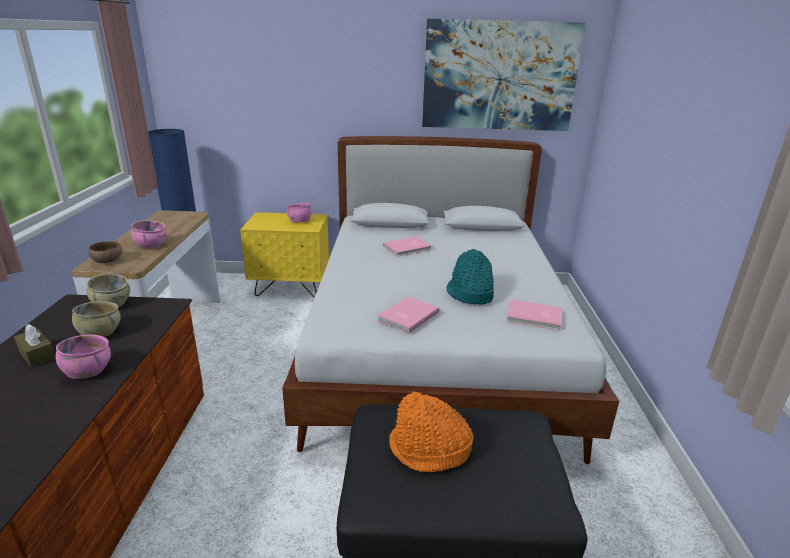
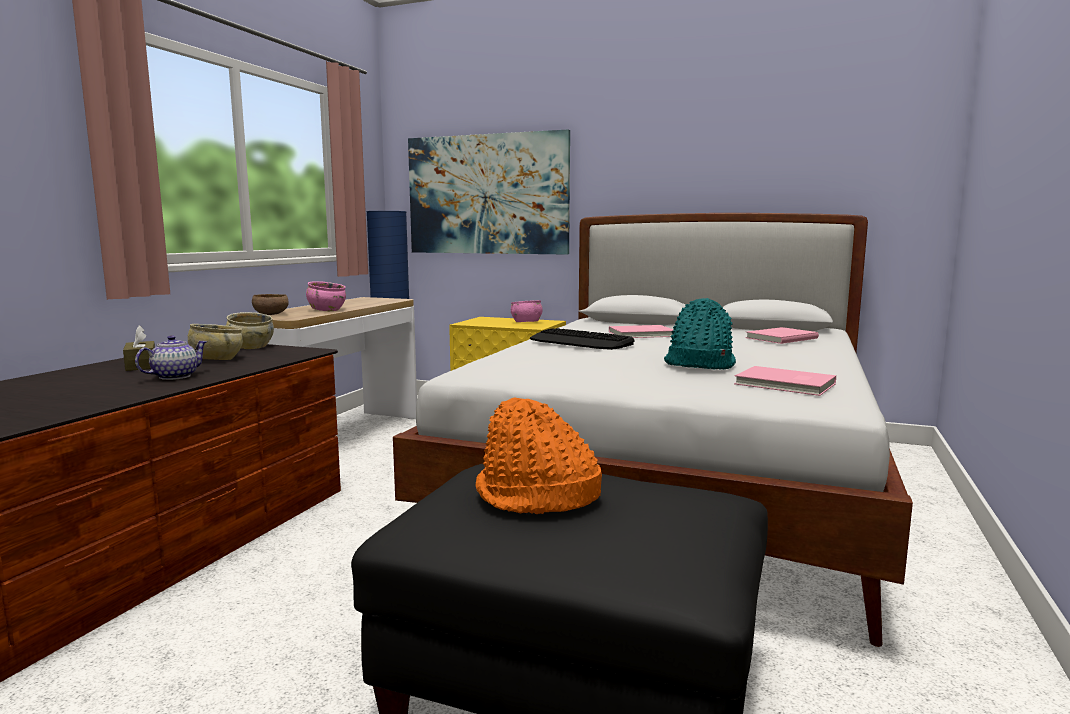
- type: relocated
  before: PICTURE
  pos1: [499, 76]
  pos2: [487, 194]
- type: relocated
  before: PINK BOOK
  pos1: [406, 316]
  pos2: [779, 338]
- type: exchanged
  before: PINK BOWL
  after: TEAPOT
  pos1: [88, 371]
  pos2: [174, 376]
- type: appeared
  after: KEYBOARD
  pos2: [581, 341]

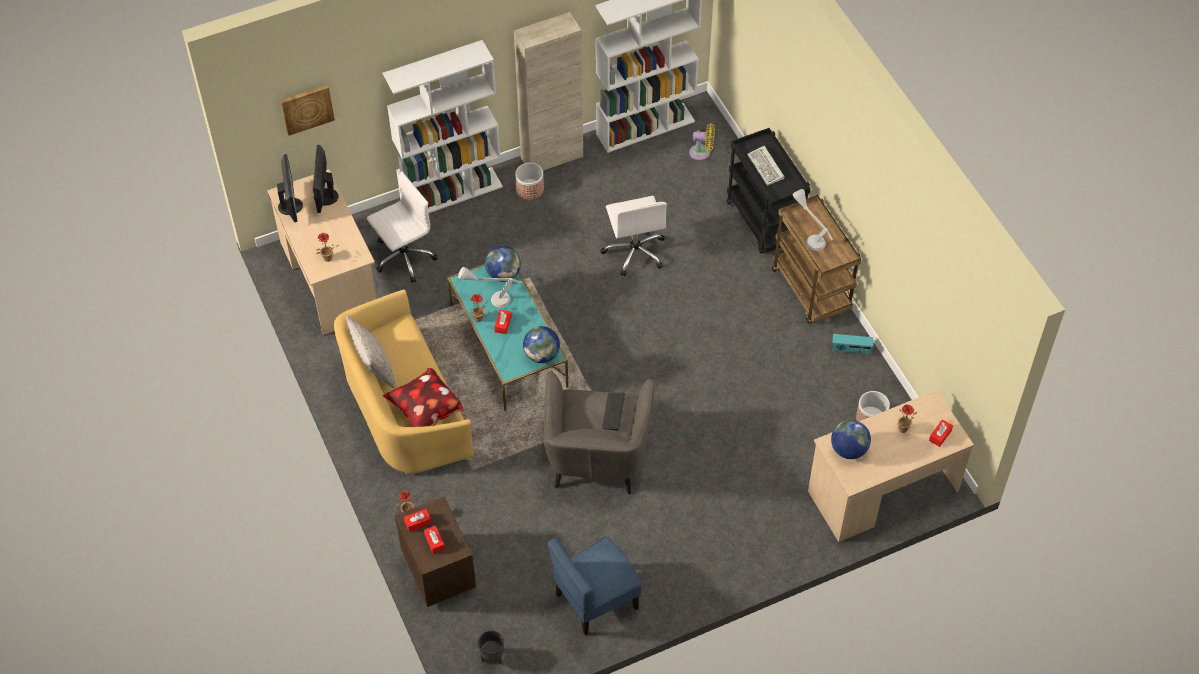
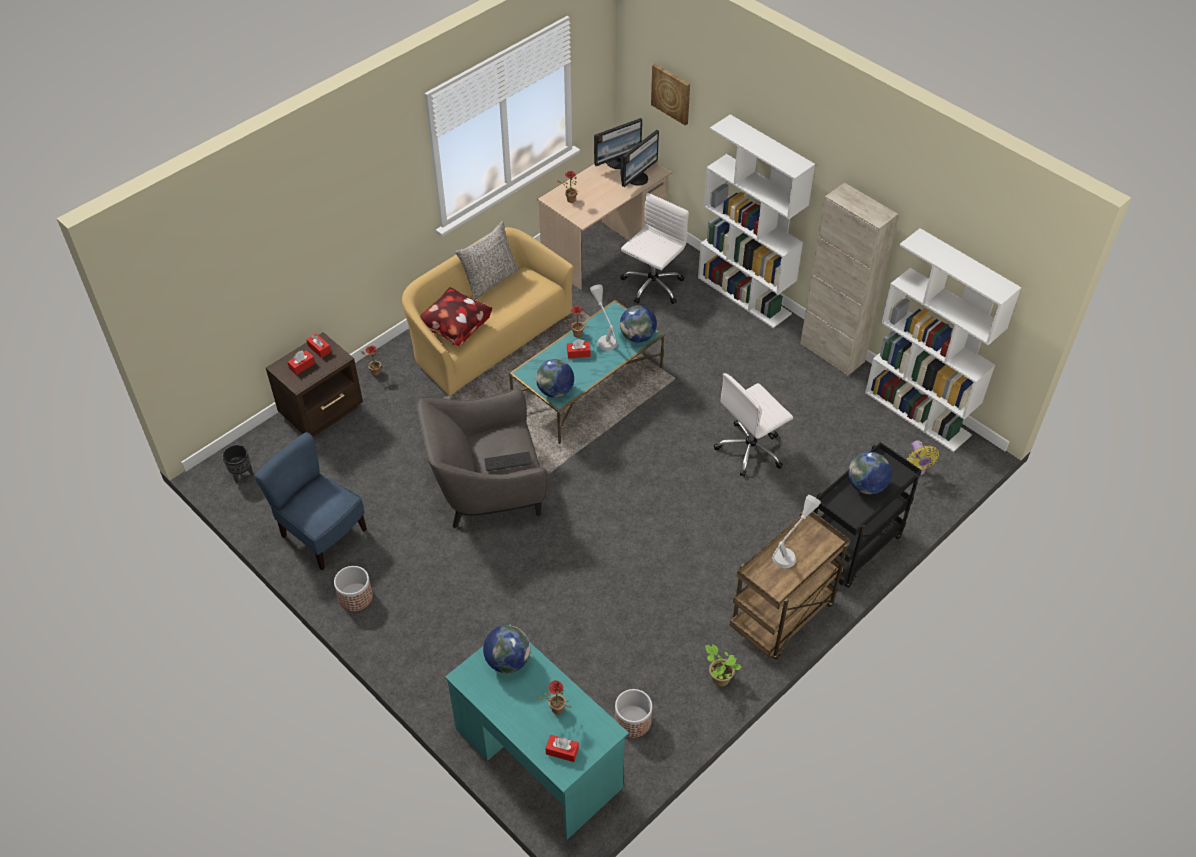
- type: spun
  before: MONITOR
  pos1: [325, 197]
  pos2: [637, 178]
  turn: 150
- type: exchanged
  before: KEYBOARD
  after: GLOBE
  pos1: [766, 167]
  pos2: [866, 486]
- type: relocated
  before: PLANTER
  pos1: [530, 189]
  pos2: [355, 597]
- type: spun
  before: WHITE OFFICE CHAIR
  pos1: [403, 257]
  pos2: [652, 286]
  turn: -90
- type: exchanged
  before: RADIO
  after: POTTED PLANT
  pos1: [851, 350]
  pos2: [719, 678]
- type: colour
  before: BEIGE DESK
  after: TURQUOISE DESK
  pos1: [882, 491]
  pos2: [538, 758]

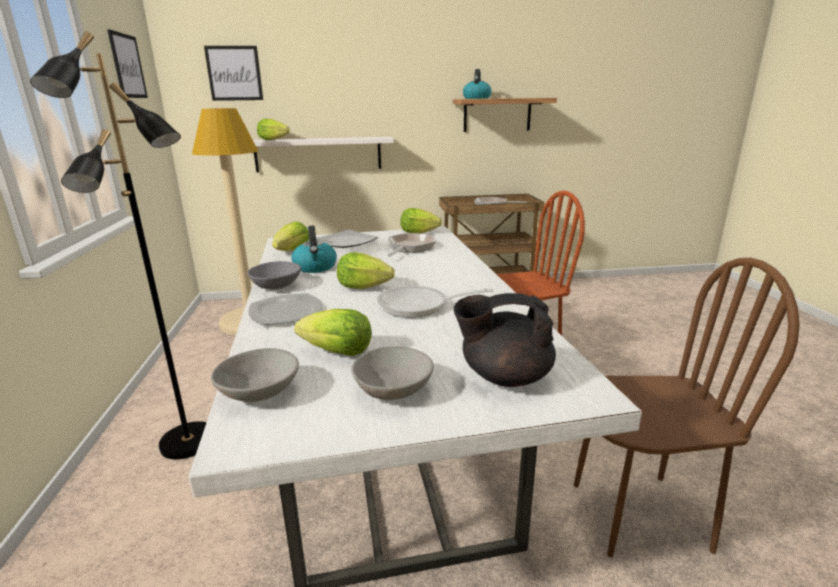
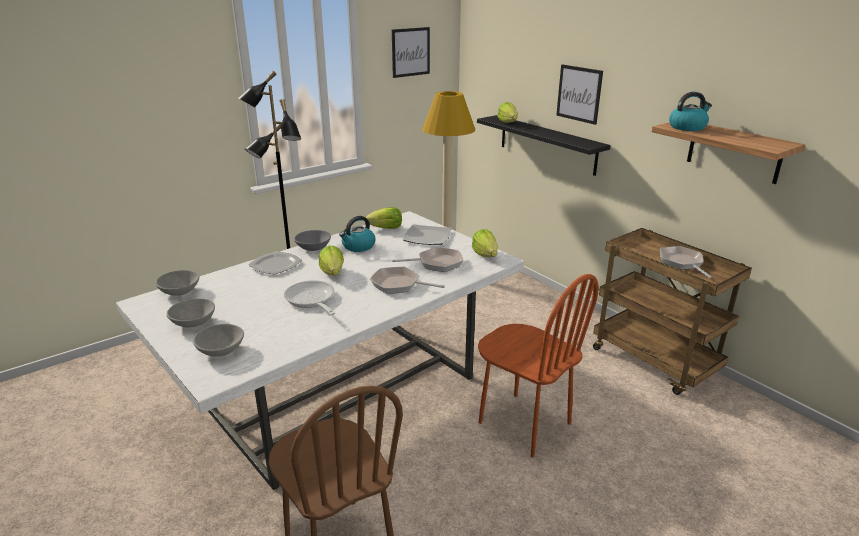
- type: relocated
  before: PICTURE
  pos1: [234, 73]
  pos2: [579, 94]
- type: colour
  before: WHITE SHELF
  after: BLACK SHELF
  pos1: [318, 154]
  pos2: [547, 144]
- type: exchanged
  before: BLACK TEAPOT
  after: GREY BOWL
  pos1: [504, 377]
  pos2: [221, 350]
- type: missing
  before: LETTUCE
  pos1: [338, 352]
- type: appeared
  after: FRYING PAN
  pos2: [399, 284]

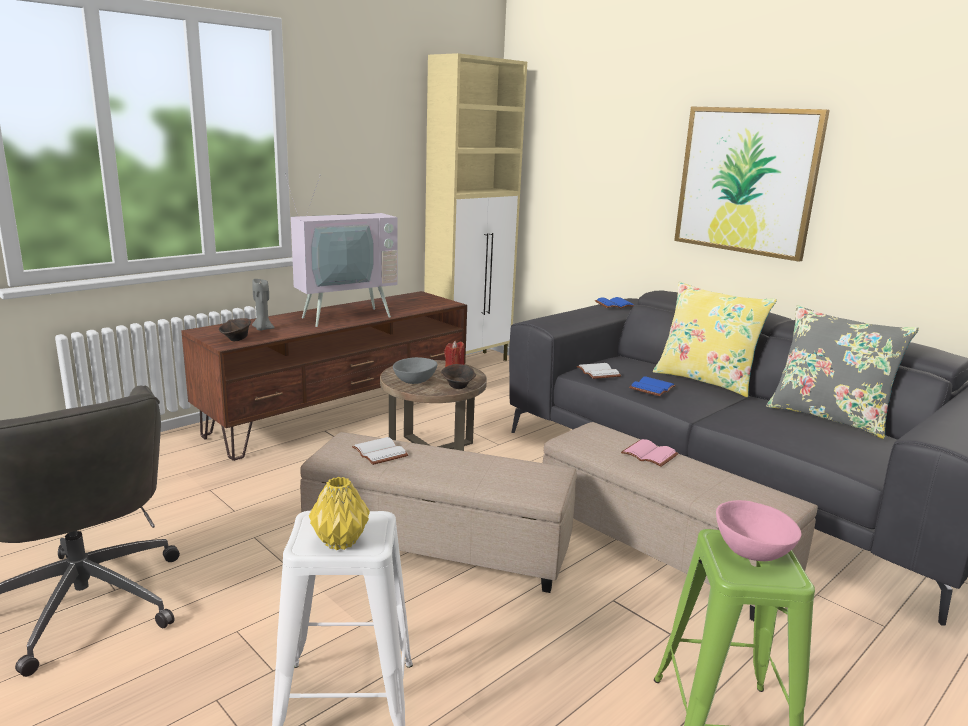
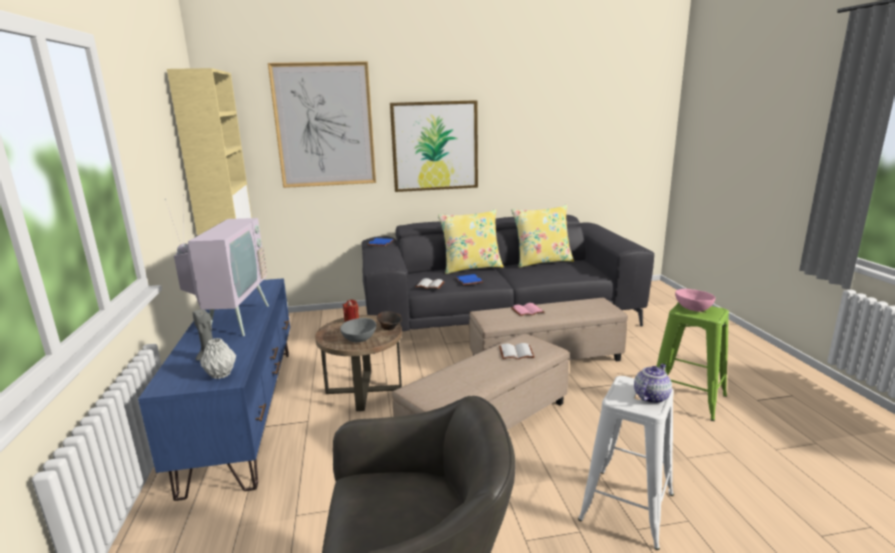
- type: colour
  before: BROWN TV STAND
  after: BLUE TV STAND
  pos1: [340, 413]
  pos2: [244, 410]
- type: colour
  before: GREY PILLOW
  after: YELLOW PILLOW
  pos1: [828, 417]
  pos2: [542, 262]
- type: exchanged
  before: BROWN BOWL
  after: GREY VASE
  pos1: [236, 340]
  pos2: [221, 374]
- type: relocated
  before: WHITE BOOK
  pos1: [381, 452]
  pos2: [516, 352]
- type: exchanged
  before: YELLOW VASE
  after: TEAPOT
  pos1: [341, 542]
  pos2: [651, 396]
- type: appeared
  after: PICTURE
  pos2: [324, 125]

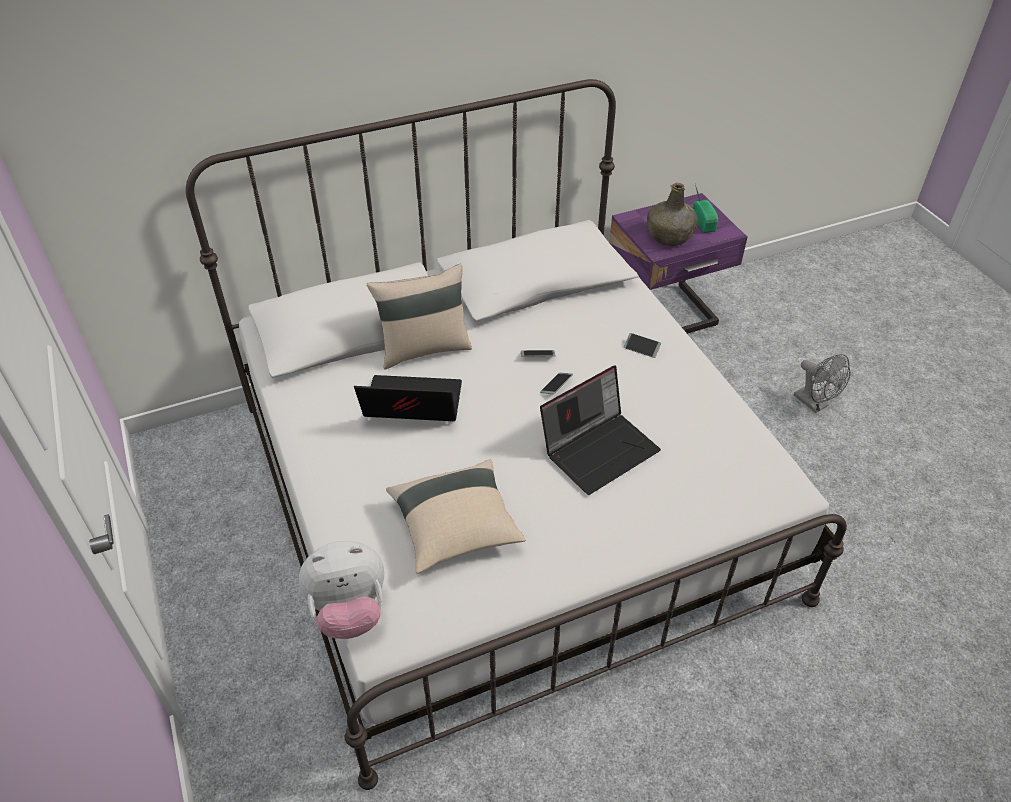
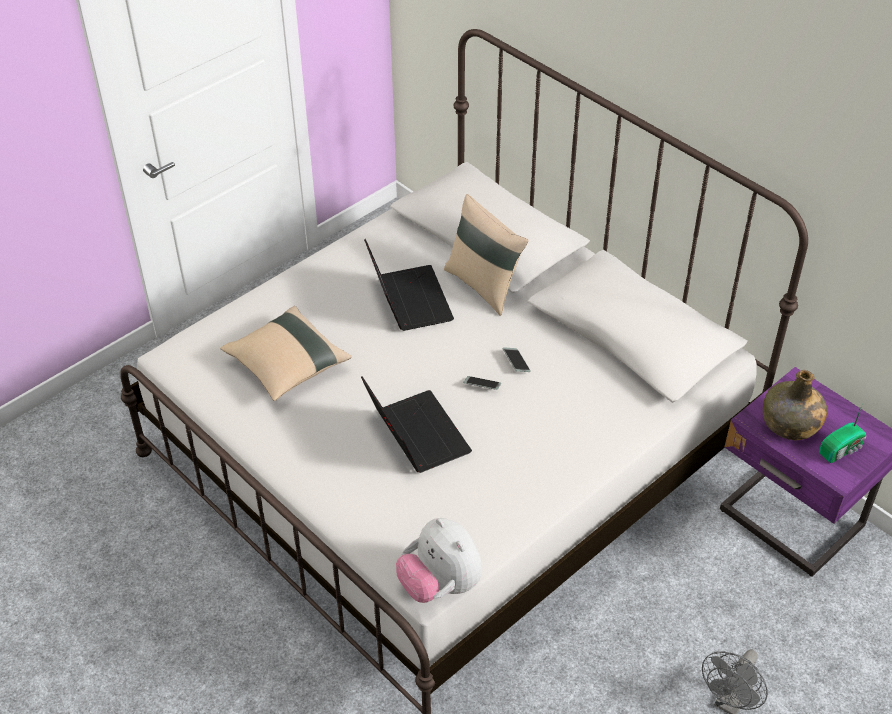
- type: missing
  before: PHONE
  pos1: [641, 348]
- type: spun
  before: LAPTOP
  pos1: [599, 449]
  pos2: [415, 434]
  turn: -150
- type: relocated
  before: PLUSH TOY
  pos1: [349, 611]
  pos2: [440, 585]

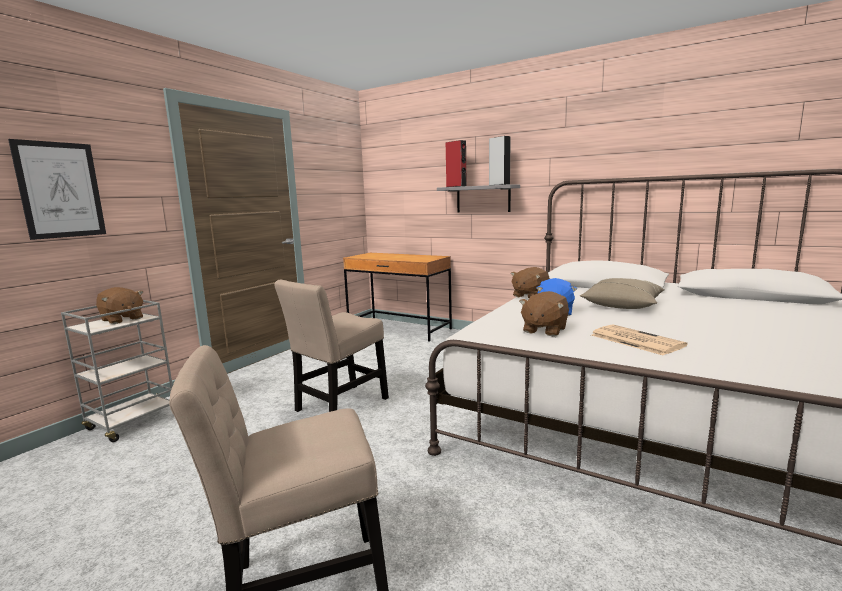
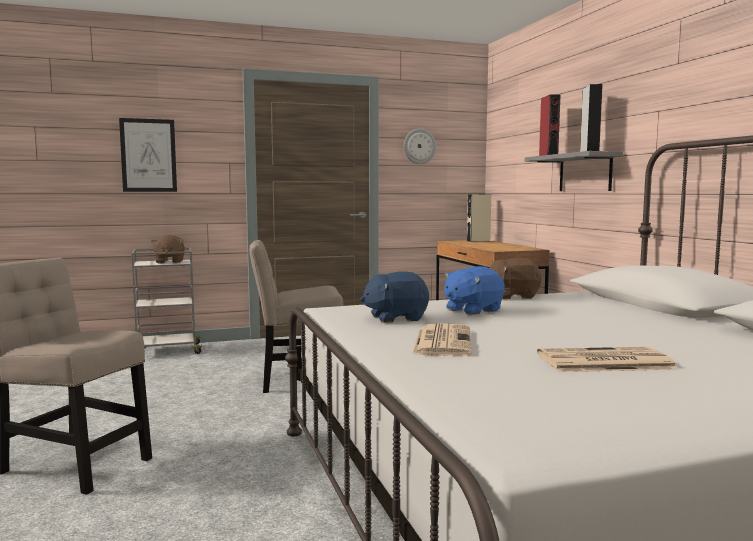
- type: missing
  before: BEIGE PILLOW
  pos1: [622, 305]
- type: colour
  before: BROWN PLUSH TOY
  after: BLUE PLUSH TOY
  pos1: [544, 330]
  pos2: [395, 318]
- type: appeared
  after: WALL CLOCK
  pos2: [419, 146]
- type: appeared
  after: BEIGE SPEAKER
  pos2: [478, 241]
- type: appeared
  after: NEWSPAPER
  pos2: [603, 362]

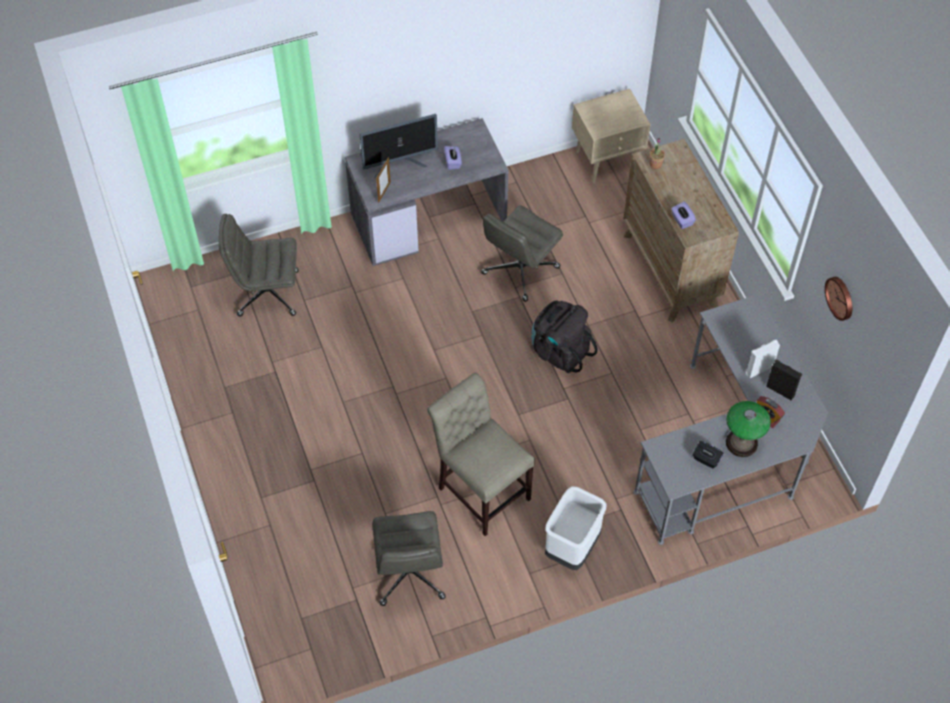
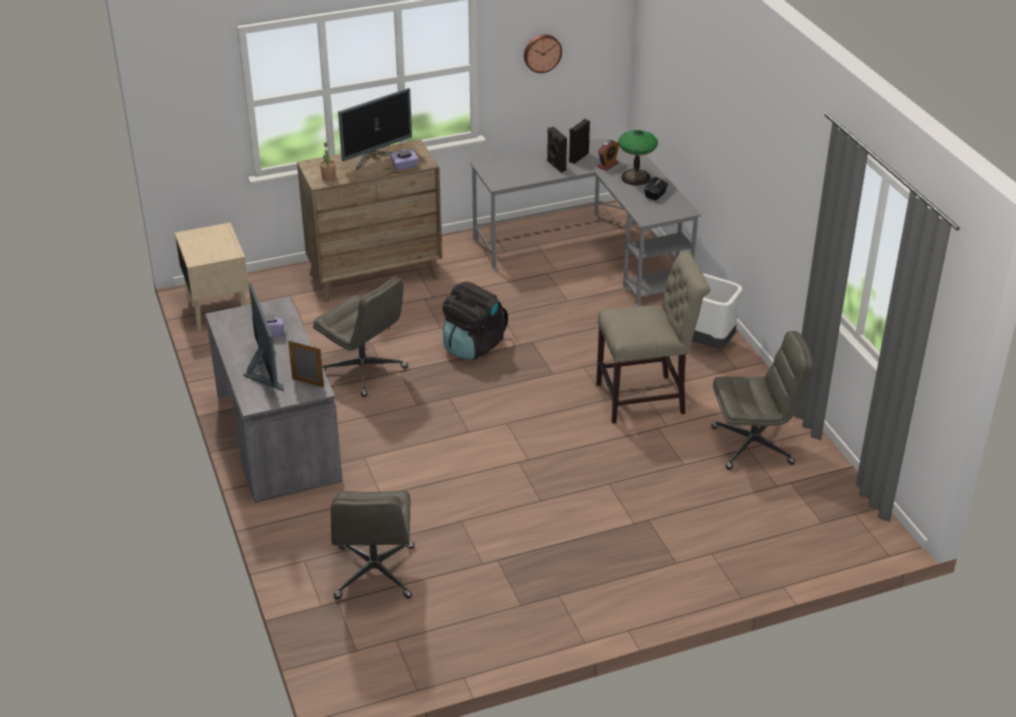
- type: colour
  before: WHITE SPEAKER
  after: BLACK SPEAKER
  pos1: [758, 369]
  pos2: [555, 166]
- type: spun
  before: BEIGE CHAIR
  pos1: [481, 489]
  pos2: [646, 398]
  turn: -150
- type: appeared
  after: MONITOR
  pos2: [376, 157]

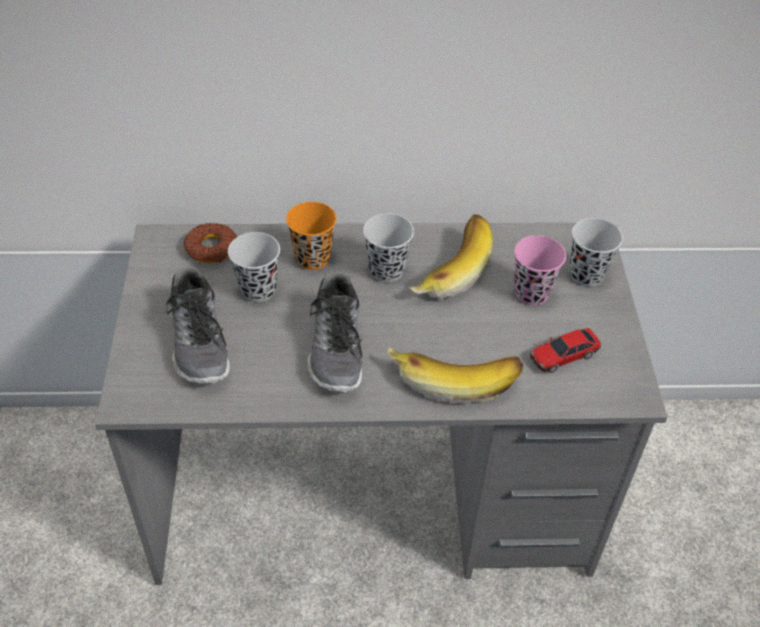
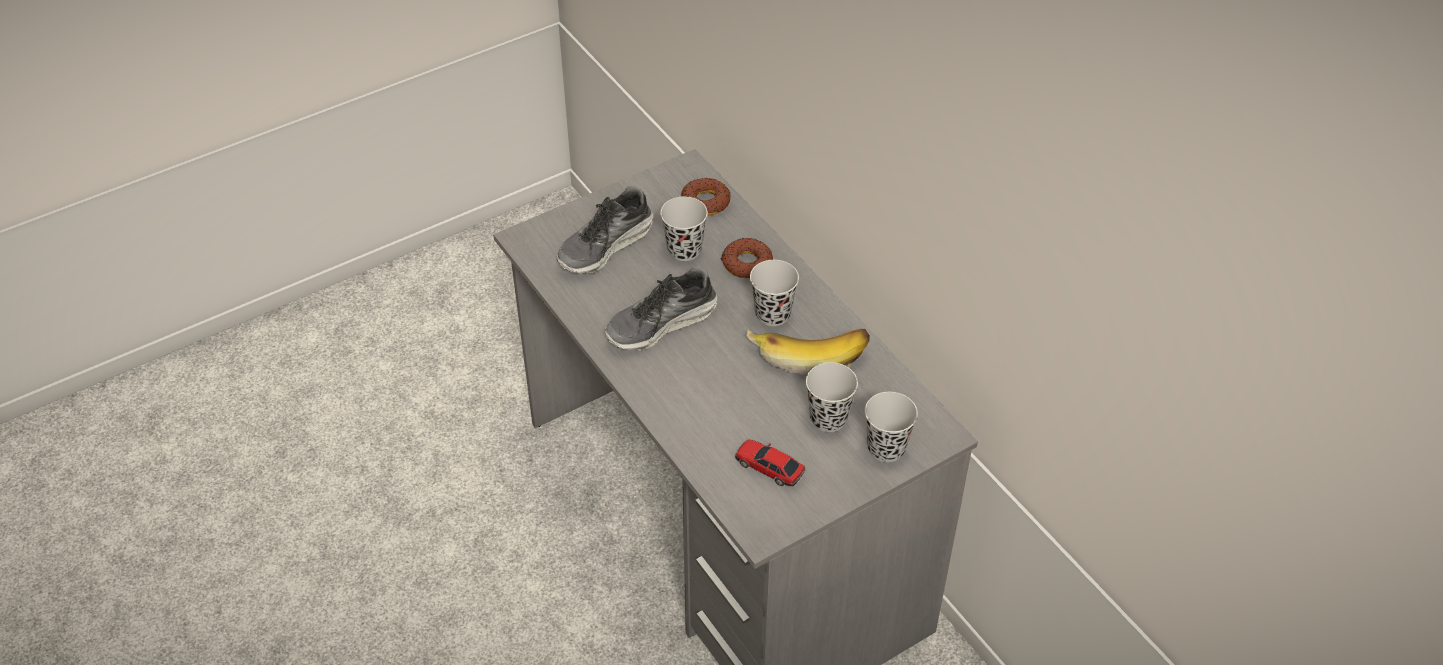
- type: exchanged
  before: ORANGE CUP
  after: DONUT
  pos1: [312, 258]
  pos2: [746, 263]
- type: colour
  before: PINK CUP
  after: BLACK CUP
  pos1: [532, 292]
  pos2: [828, 418]
- type: missing
  before: BANANA
  pos1: [454, 376]

